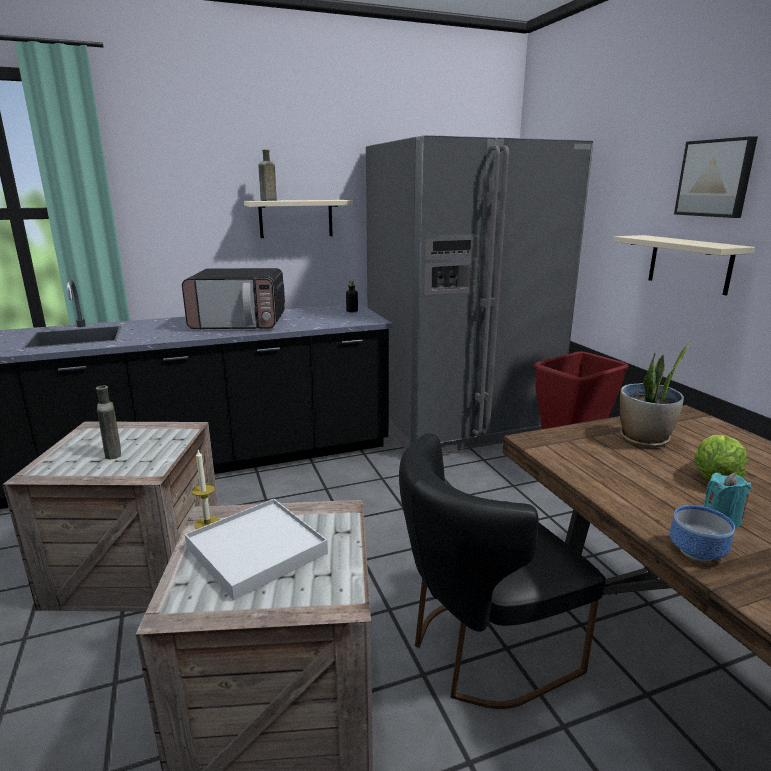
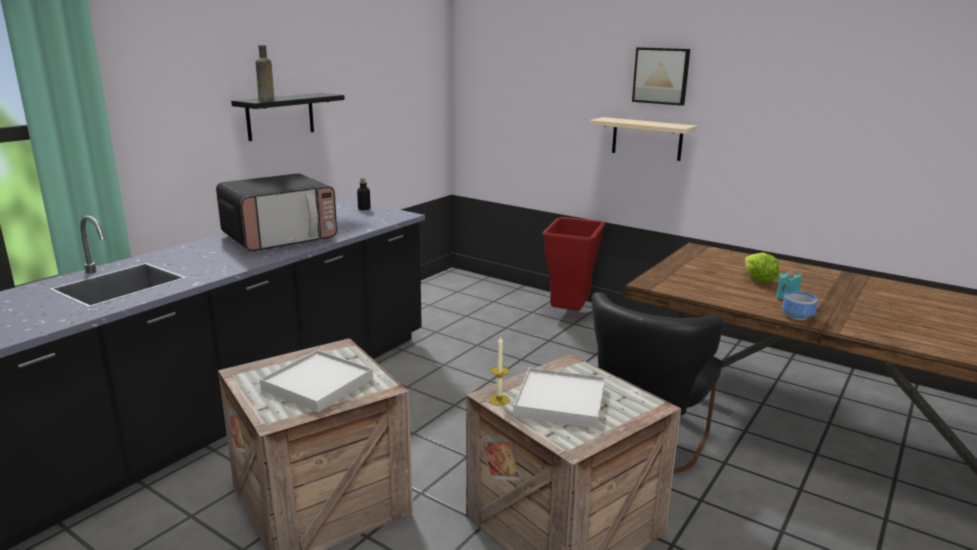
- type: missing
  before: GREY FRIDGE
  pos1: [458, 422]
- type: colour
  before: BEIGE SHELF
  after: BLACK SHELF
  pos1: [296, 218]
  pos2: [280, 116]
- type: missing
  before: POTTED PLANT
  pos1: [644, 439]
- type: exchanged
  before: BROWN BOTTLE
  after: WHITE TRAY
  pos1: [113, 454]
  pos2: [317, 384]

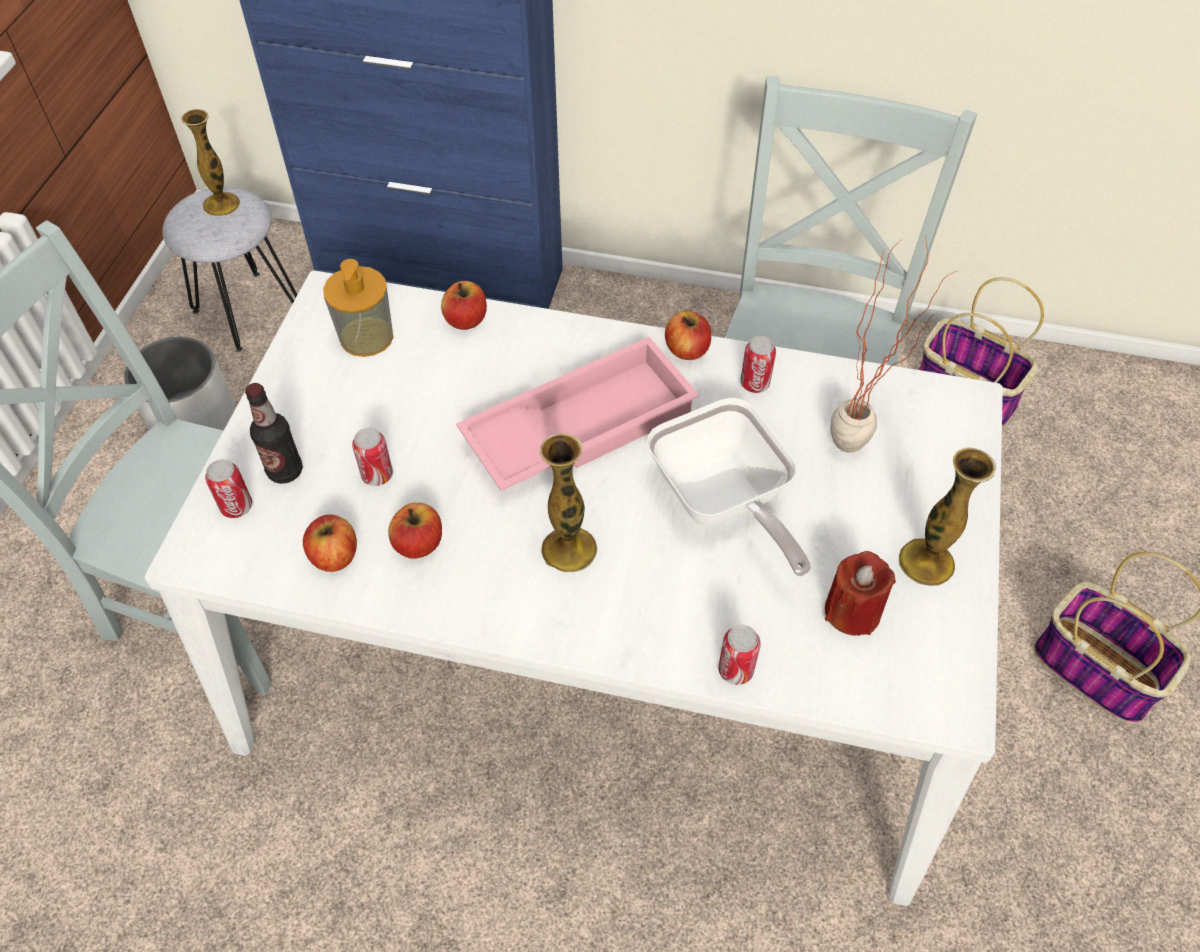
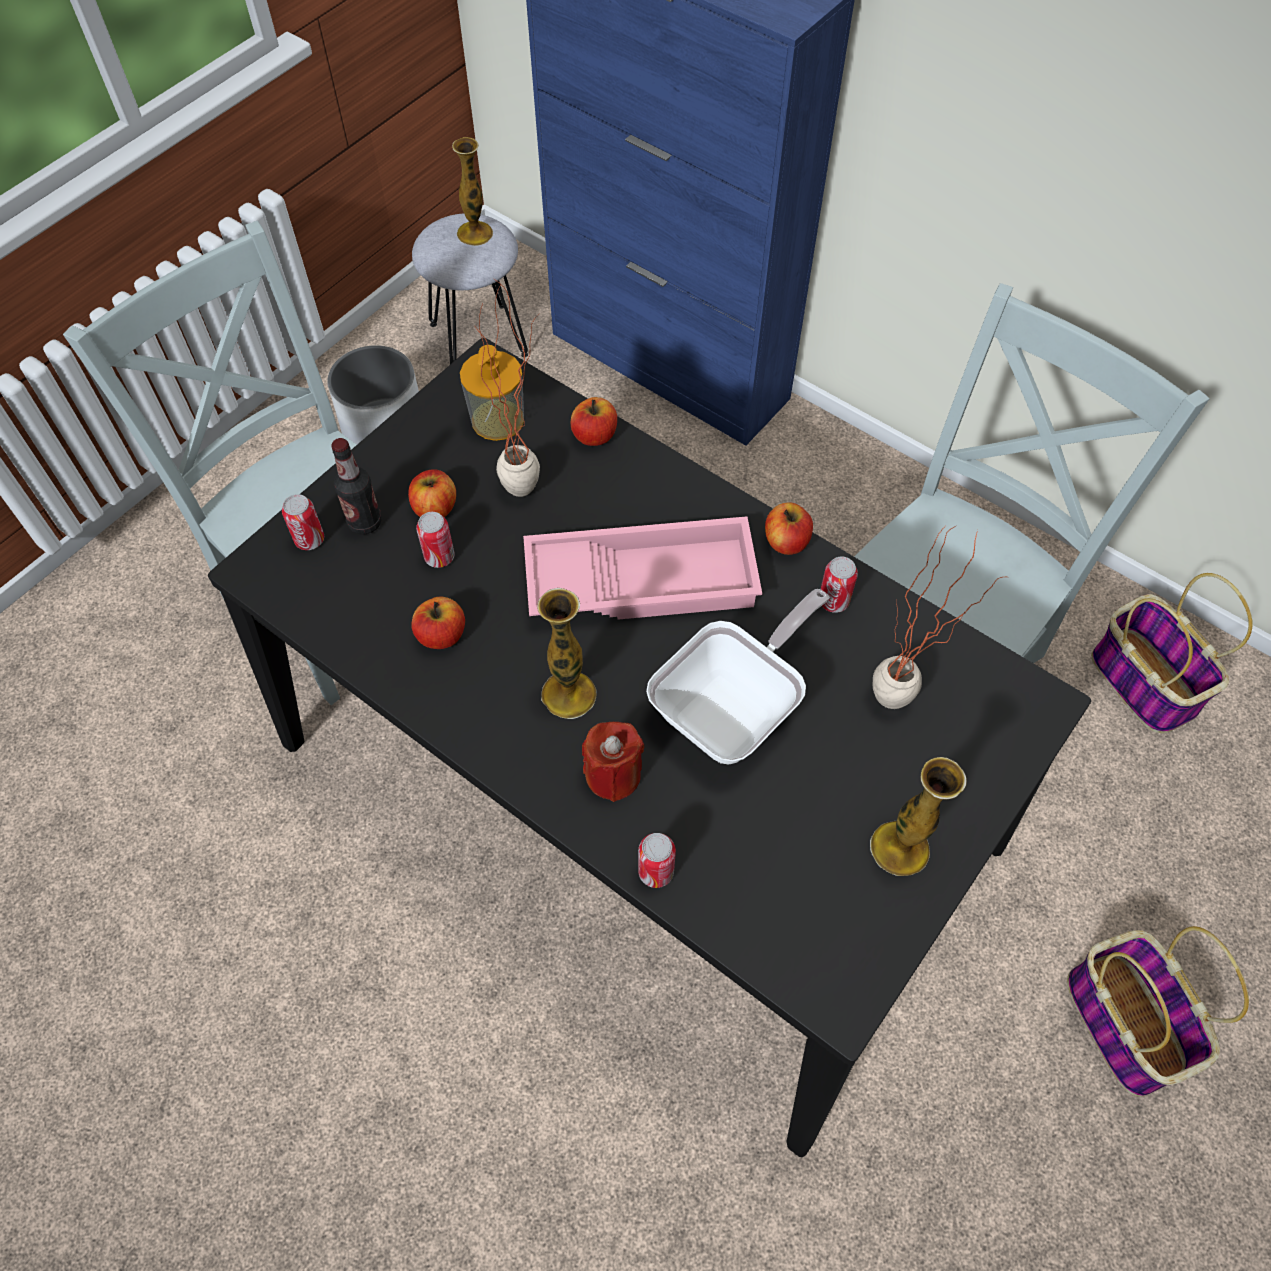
- type: colour
  before: WHITE DINING TABLE
  after: BLACK DINING TABLE
  pos1: [600, 653]
  pos2: [635, 792]
- type: spun
  before: FRYING PAN
  pos1: [723, 503]
  pos2: [734, 708]
  turn: -135
- type: relocated
  before: APPLE
  pos1: [334, 556]
  pos2: [435, 508]
- type: relocated
  before: RED CANDLE
  pos1: [852, 611]
  pos2: [613, 774]
- type: appeared
  after: POTTED PLANT
  pos2: [526, 480]

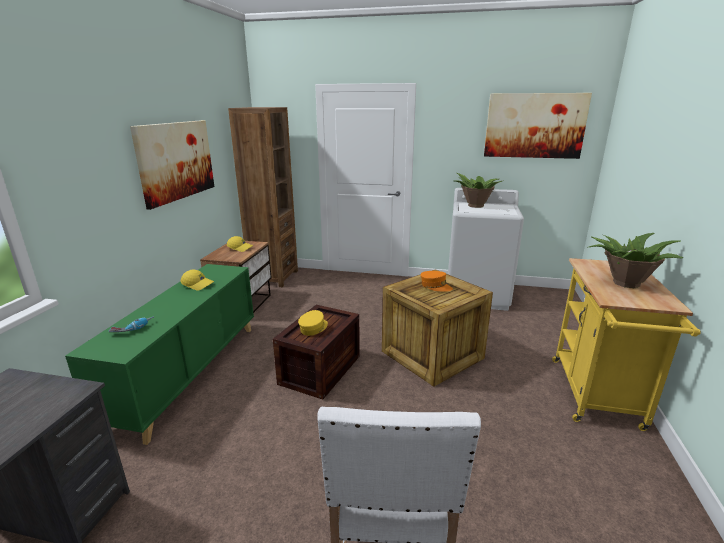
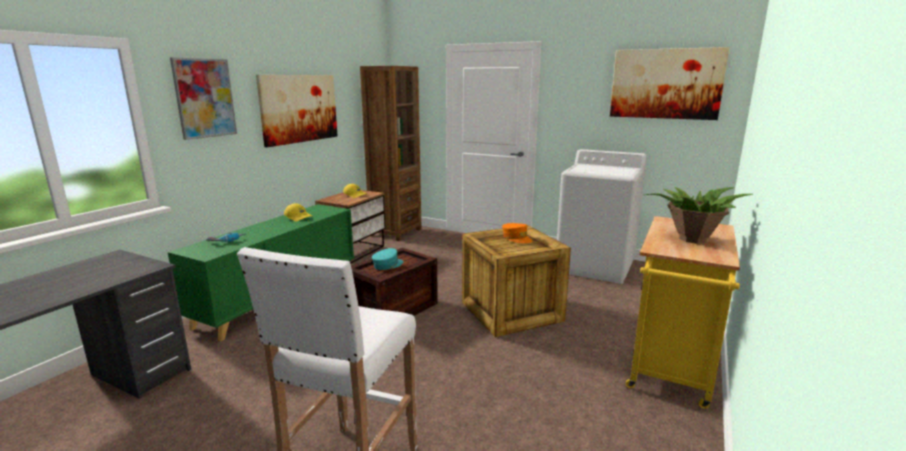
- type: missing
  before: POTTED PLANT
  pos1: [475, 205]
- type: colour
  before: YELLOW CAP
  after: TURQUOISE CAP
  pos1: [313, 328]
  pos2: [387, 265]
- type: appeared
  after: PICTURE
  pos2: [204, 98]

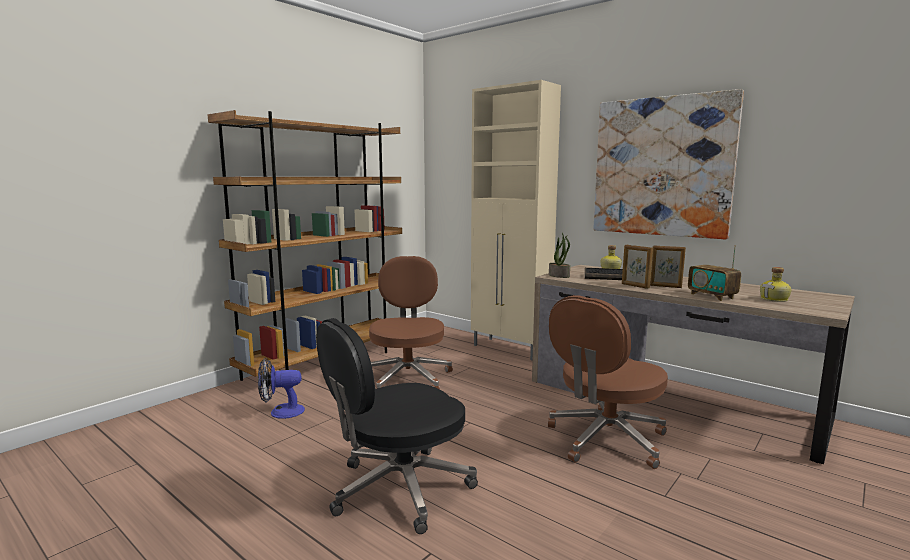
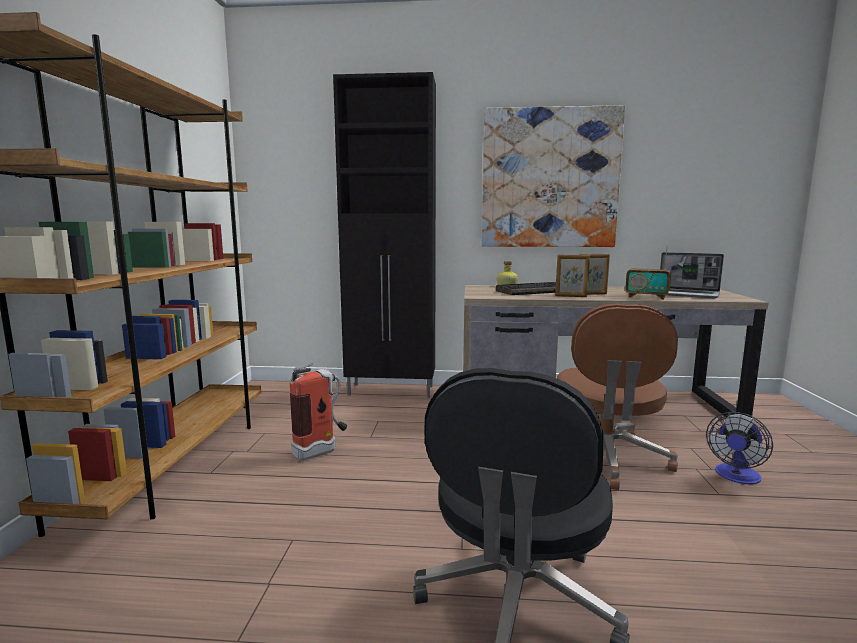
- type: colour
  before: BEIGE CABINET
  after: BLACK CABINET
  pos1: [510, 349]
  pos2: [392, 391]
- type: missing
  before: POTTED PLANT
  pos1: [559, 276]
- type: exchanged
  before: BROWN OFFICE CHAIR
  after: FIRE EXTINGUISHER
  pos1: [408, 377]
  pos2: [321, 451]
- type: exchanged
  before: BOTTLE
  after: LAPTOP
  pos1: [775, 299]
  pos2: [687, 294]
- type: relocated
  before: FAN
  pos1: [281, 412]
  pos2: [736, 477]

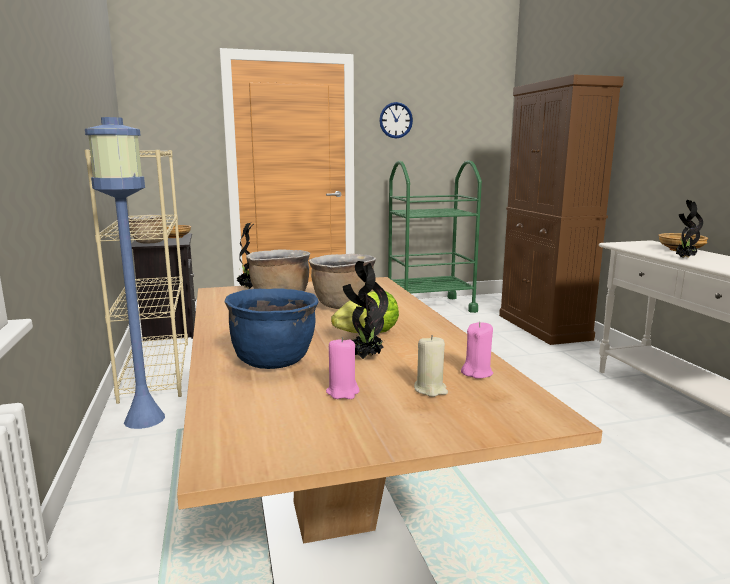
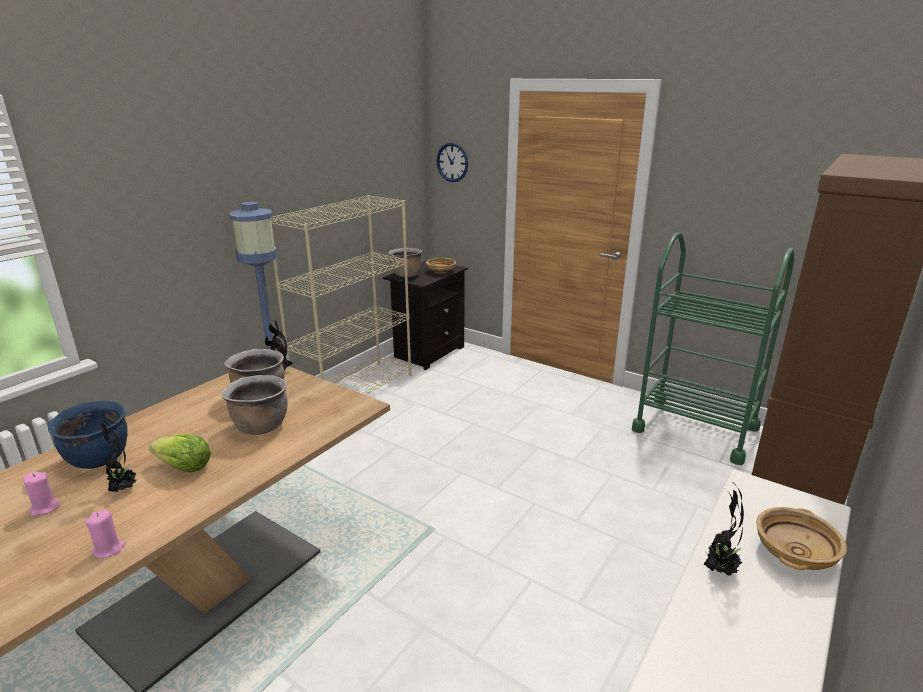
- type: relocated
  before: WALL CLOCK
  pos1: [396, 120]
  pos2: [452, 162]
- type: missing
  before: BEIGE CANDLE
  pos1: [430, 389]

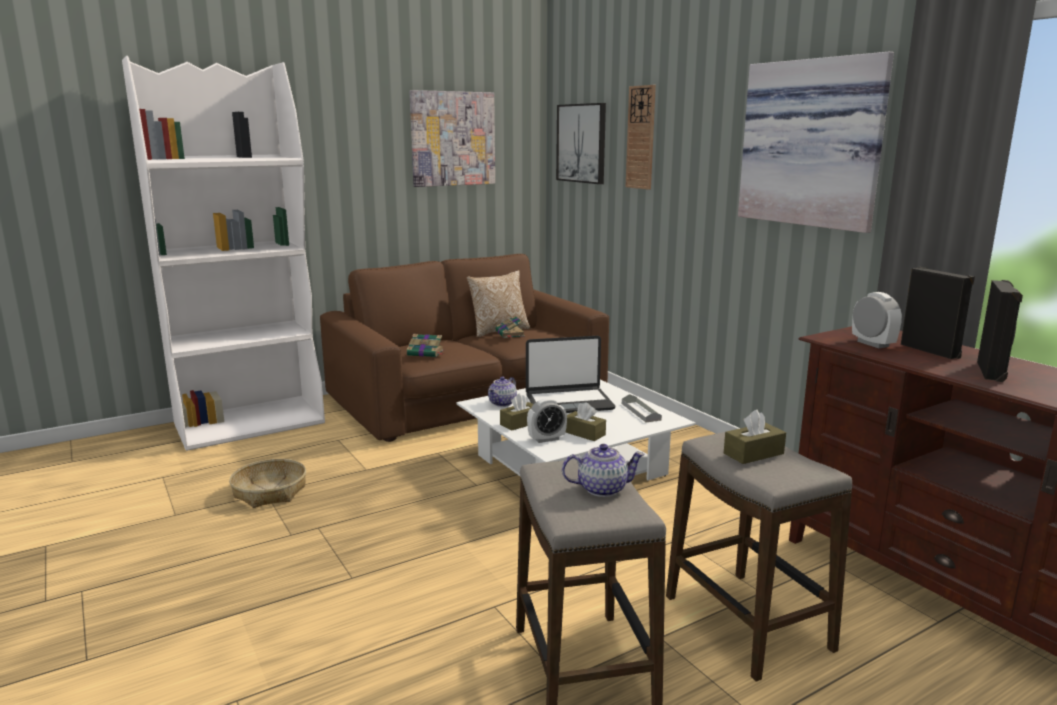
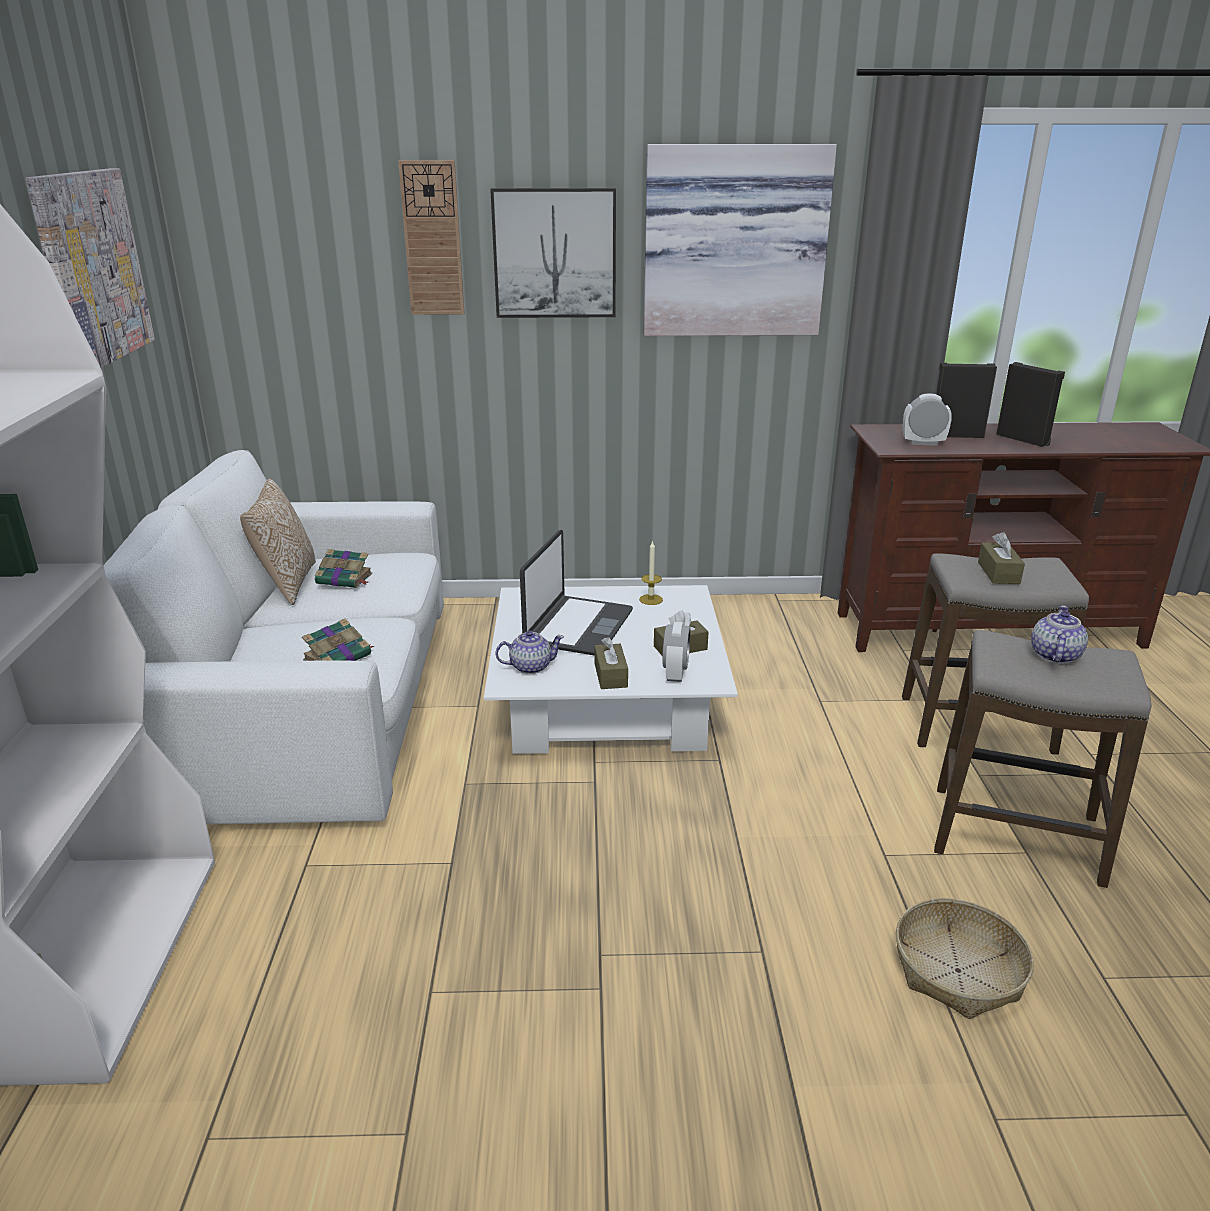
- type: relocated
  before: PICTURE
  pos1: [582, 143]
  pos2: [554, 253]
- type: colour
  before: BROWN SOFA
  after: WHITE SOFA
  pos1: [468, 397]
  pos2: [303, 703]
- type: spun
  before: TEAPOT
  pos1: [503, 403]
  pos2: [530, 667]
  turn: -75
- type: exchanged
  before: GREY TRAY
  after: CANDLE
  pos1: [640, 411]
  pos2: [651, 599]
- type: relocated
  before: BASKET
  pos1: [269, 492]
  pos2: [958, 971]

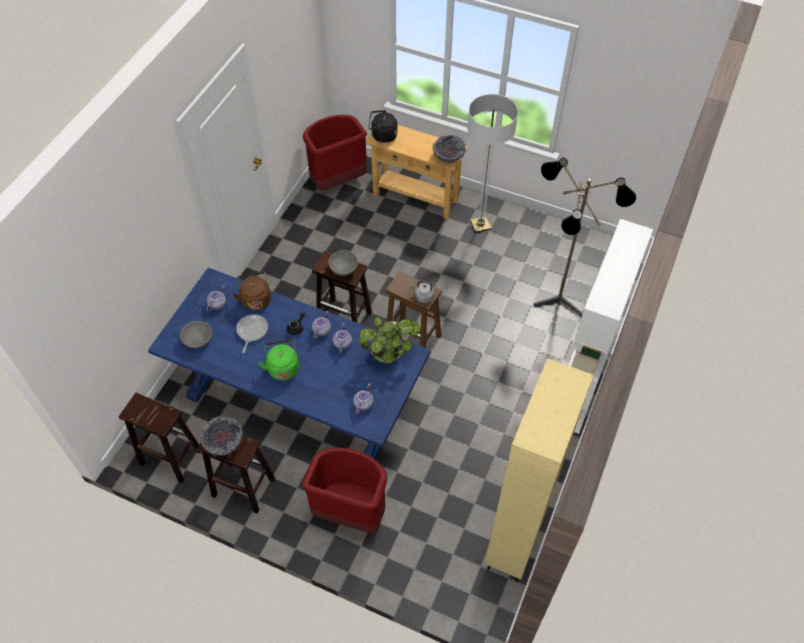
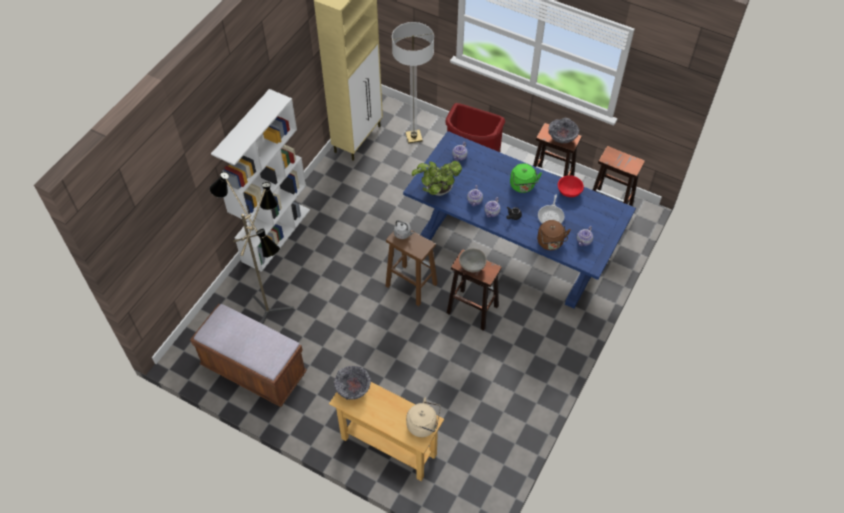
- type: relocated
  before: FLOOR LAMP
  pos1: [480, 225]
  pos2: [414, 137]
- type: colour
  before: BLACK KETTLE
  after: BEIGE KETTLE
  pos1: [382, 136]
  pos2: [424, 425]
- type: missing
  before: RED TRASH CAN
  pos1: [337, 180]
- type: missing
  before: GREY BOWL
  pos1: [198, 339]
- type: appeared
  after: RED BOWL
  pos2: [569, 191]
- type: appeared
  after: BROWN BENCH
  pos2: [254, 370]

